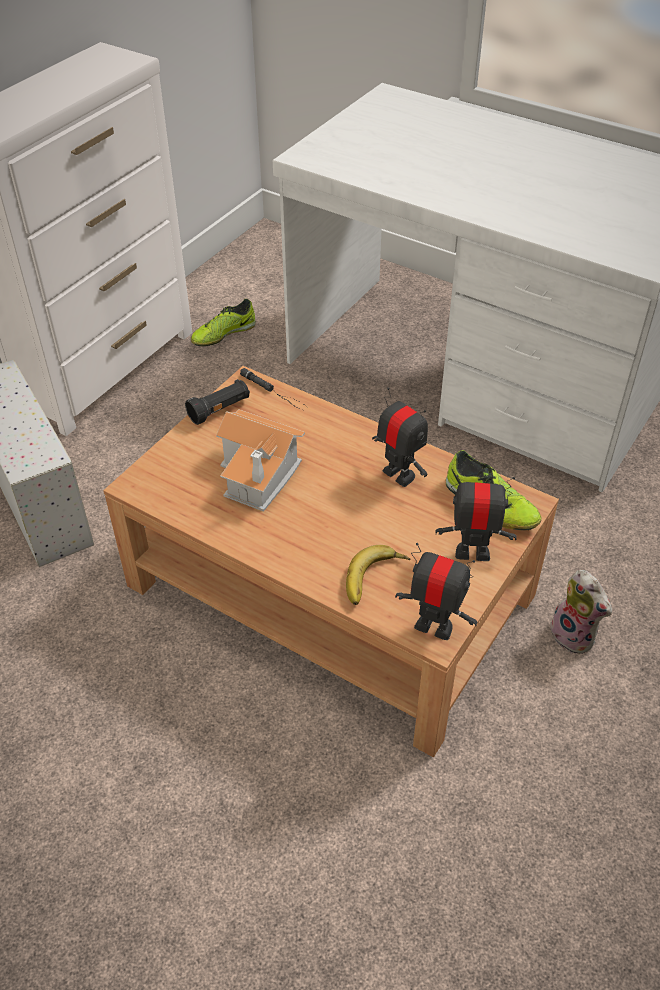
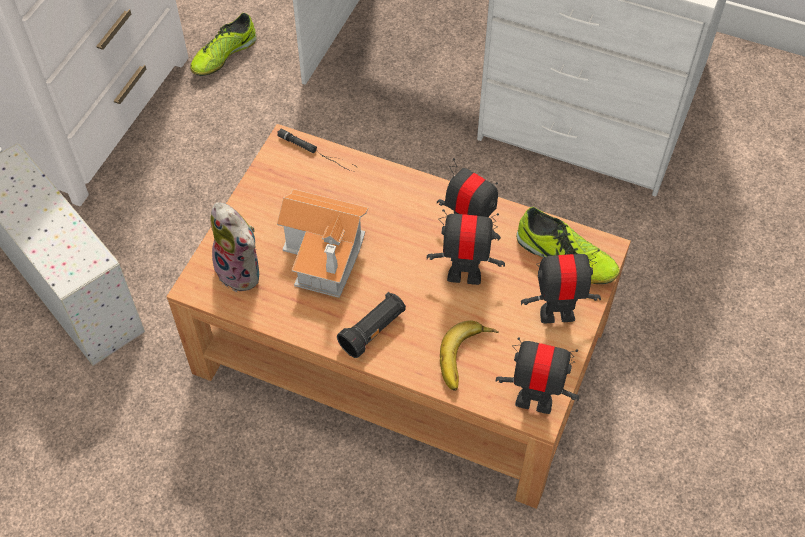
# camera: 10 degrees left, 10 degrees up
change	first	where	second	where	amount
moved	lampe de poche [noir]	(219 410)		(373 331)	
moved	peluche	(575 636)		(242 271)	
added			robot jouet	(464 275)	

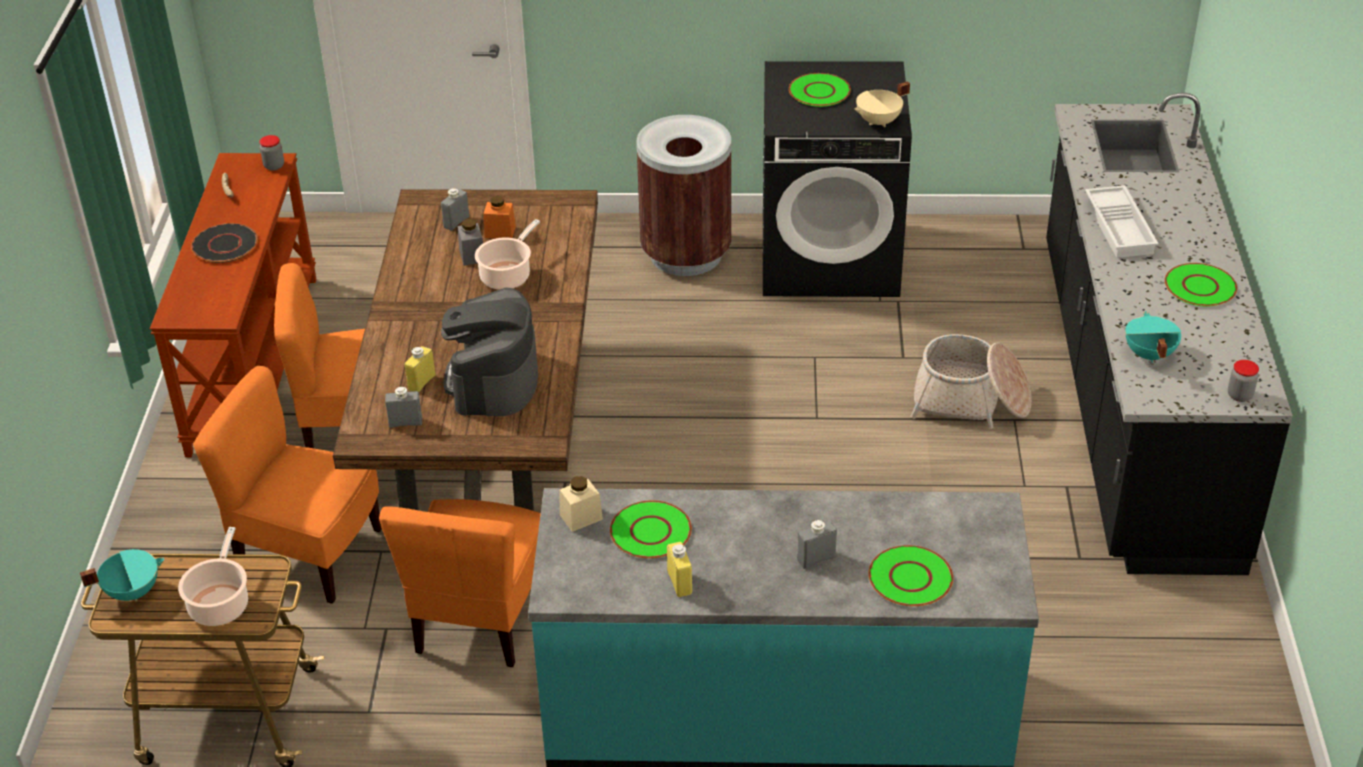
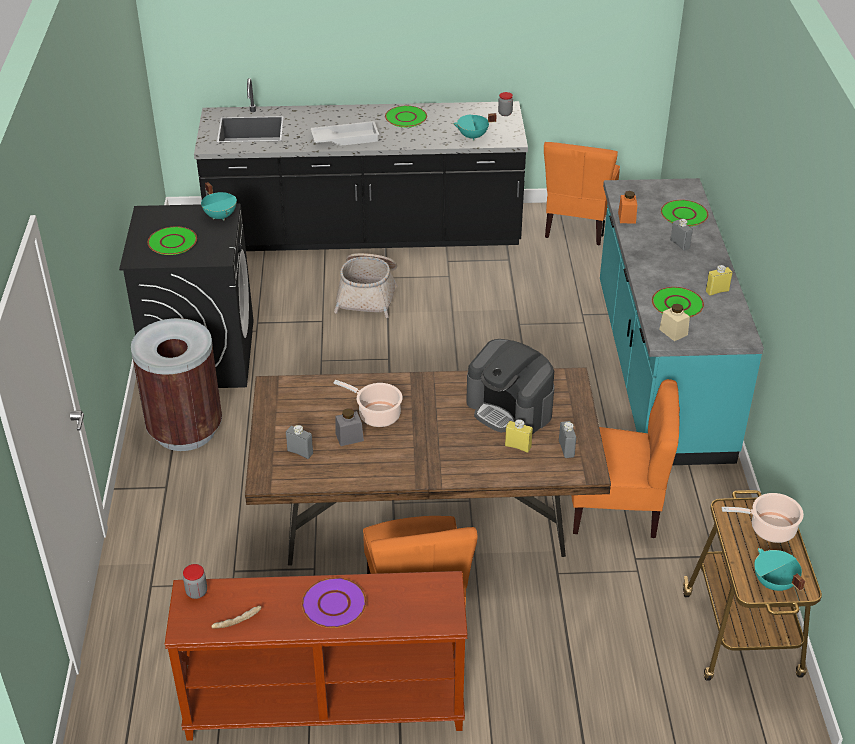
# camera: 95 degrees left, 0 degrees up
change	first	where	second	where	amount
recoloured	assiette [noir]	(224 245)	assiette [violet]	(334 604)	
moved	chaise [orange]	(309 554)		(577 225)	
turned	machine à café	(493 381)		(510 409)	45 degrees clockwise
moved	bocal [orange]	(500 232)		(627 217)	
recoloured	marmite [beige]	(879 122)	marmite [turquoise]	(221 216)	

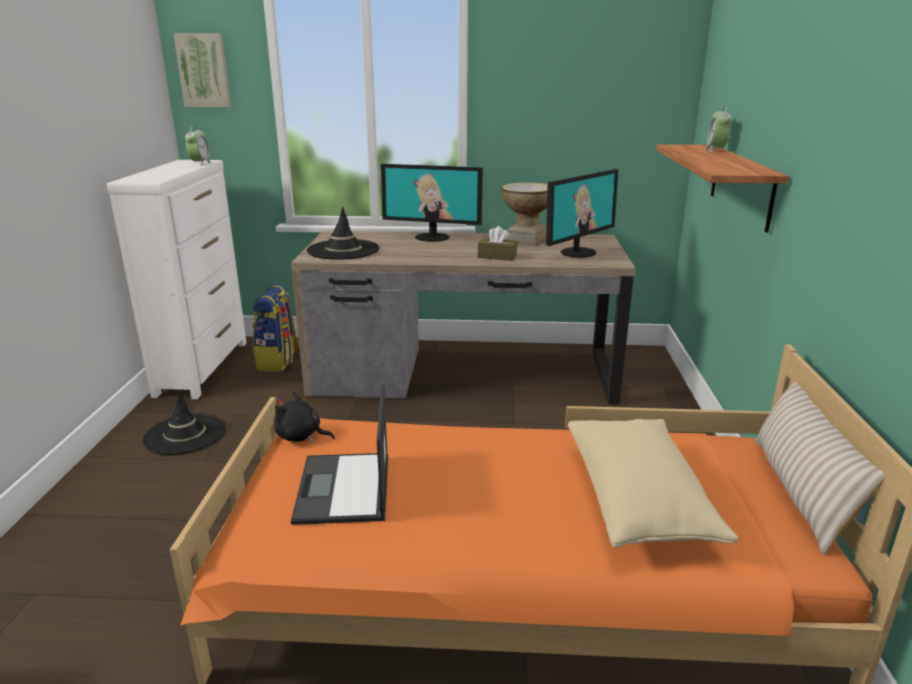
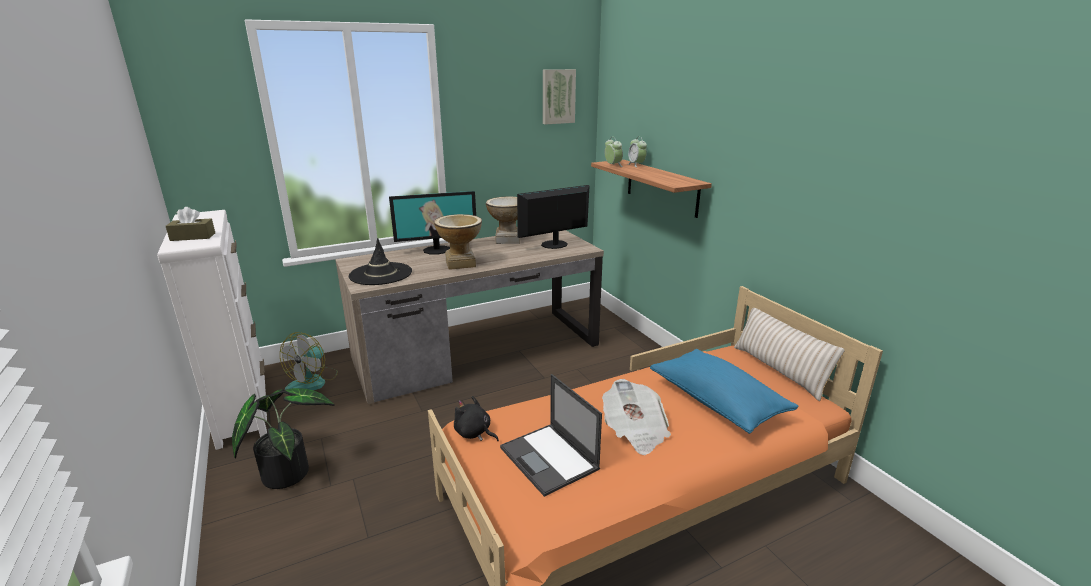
# camera: 30 degrees left, 0 degrees up
change	first	where	second	where	amount
replaced	chapeau [noir]	(185 434)	plante en pot	(288 470)	
moved	tableau	(204 70)		(558 96)	
moved	réveil	(200 163)		(613 165)	
replaced	sac à dos	(279 361)	ventilateur	(313 381)	
turned	peluche [noir]	(301 436)		(474 433)	45 degrees clockwise
moved	boîte à mouchoirs [marron]	(497 256)		(193 237)	
turned	écran d'ordinateur	(577 252)		(554 245)	135 degrees counterclockwise
recoloured	coussin [beige]	(637 500)	coussin [bleu]	(717 402)	
added			vase	(460 263)	
added			journal	(635 431)	

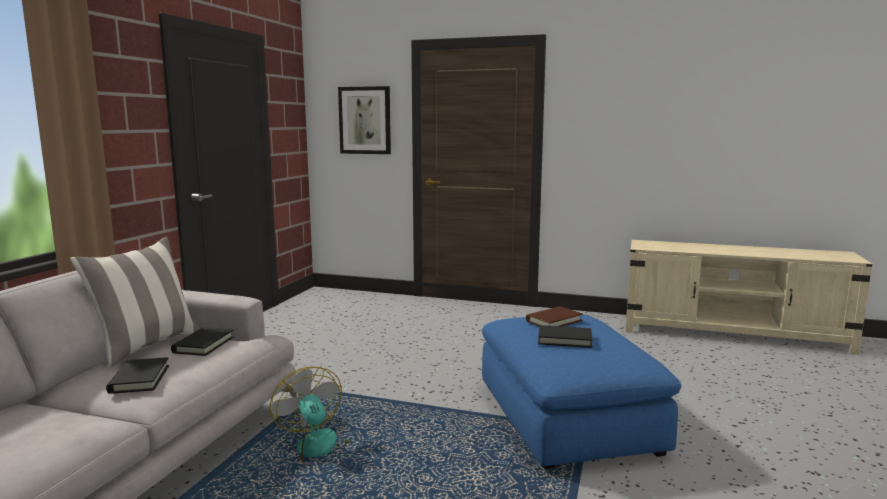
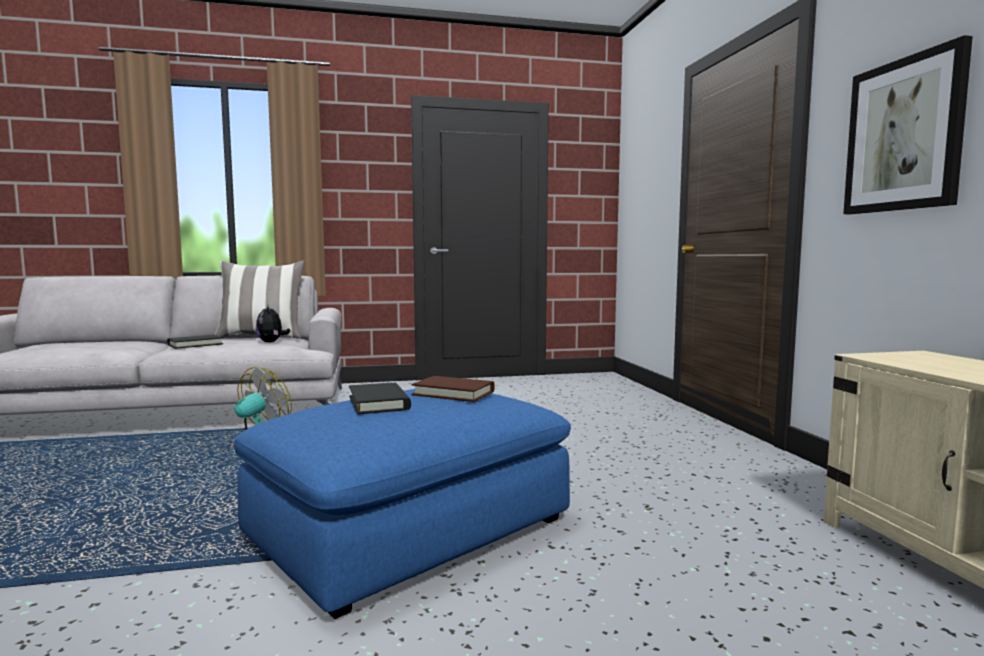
# camera: 60 degrees right, 5 degrees down
change	first	where	second	where	amount
replaced	livre [noir]	(203 345)	peluche	(271 342)	
moved	tableau	(365 120)		(904 135)	

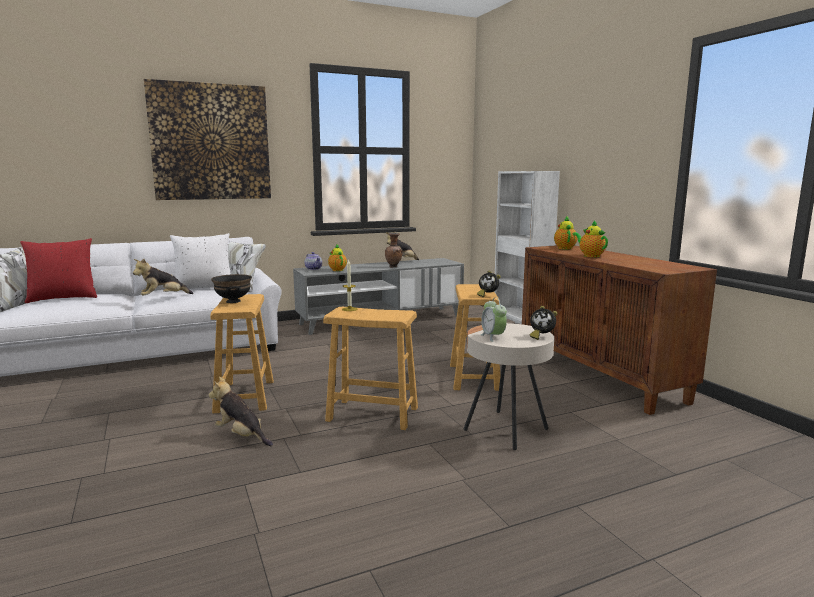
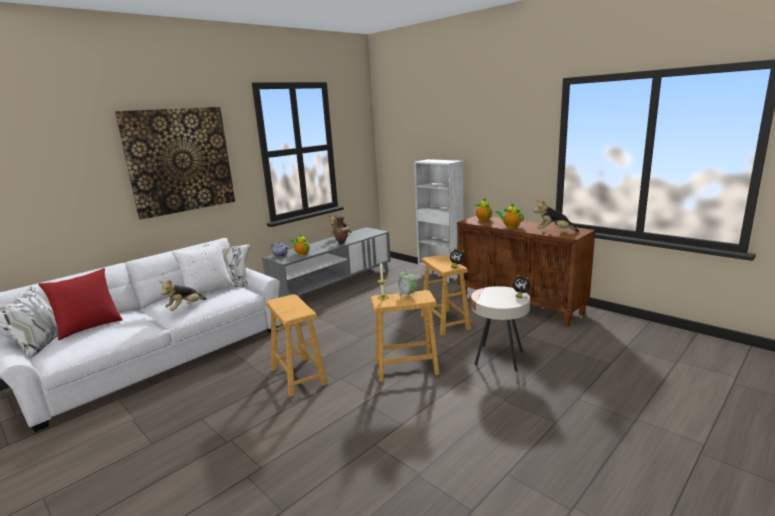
# camera: 20 degrees left, 5 degrees up
change	first	where	second	where	amount
moved	peluche	(241 436)		(554 232)	
removed	bol [noir]	(232 301)			
moved	réveil	(493 337)		(407 295)	

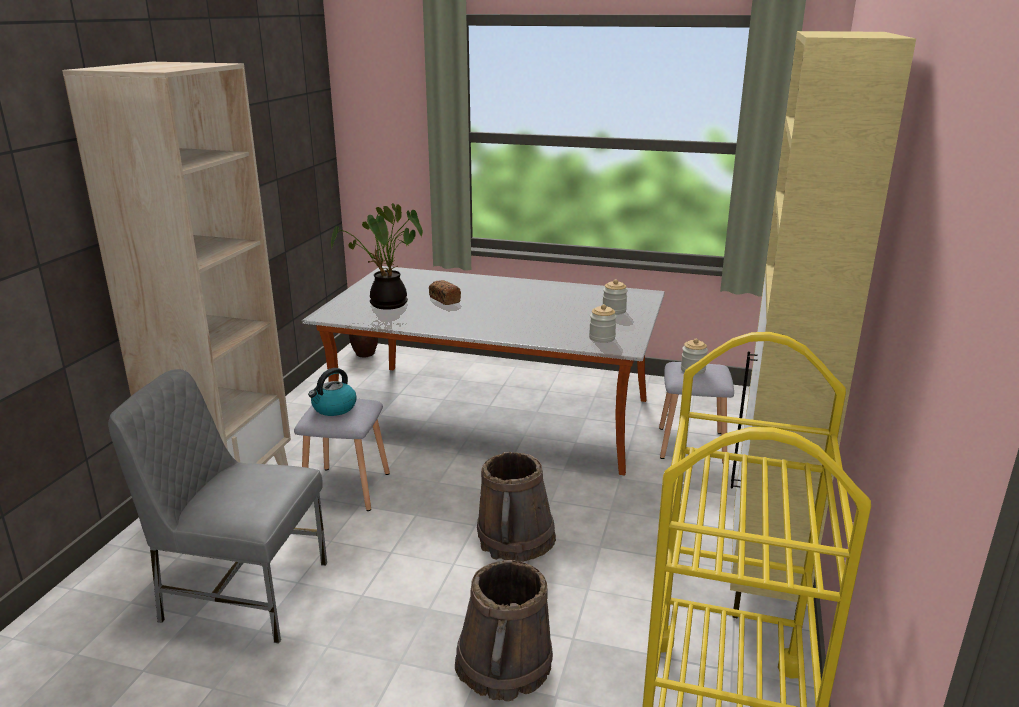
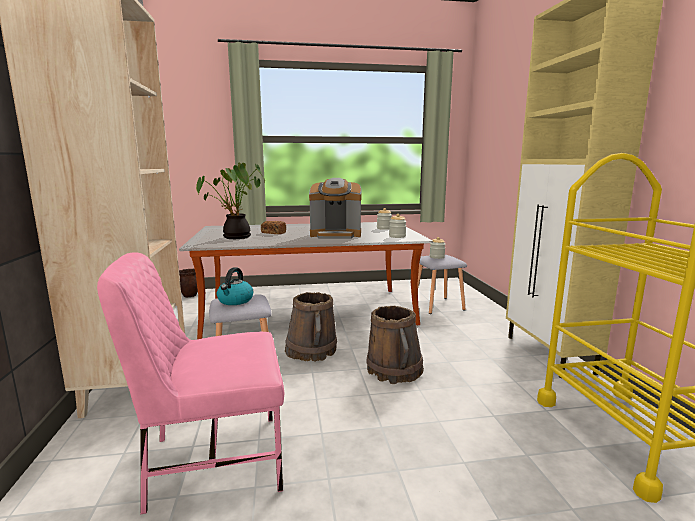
# camera: 25 degrees left, 10 degrees down
change	first	where	second	where	amount
recoloured	chaise [gris]	(242 592)	chaise [rose]	(213 461)	
moved	seau [marron]	(504 665)		(311 350)	
added			machine à café	(336 235)	

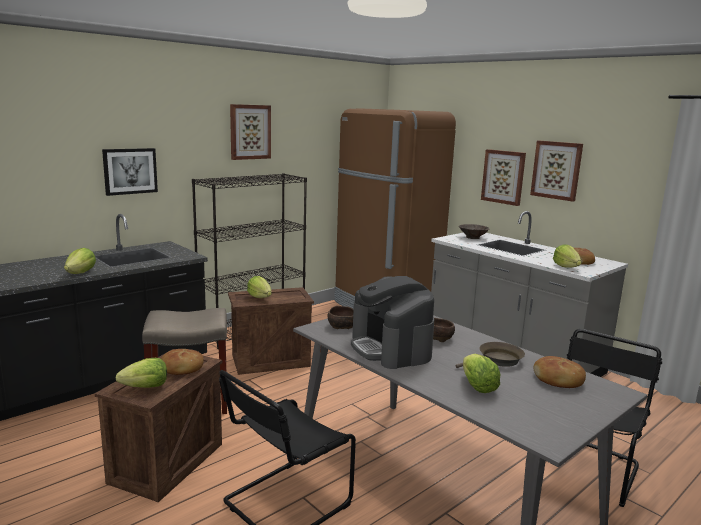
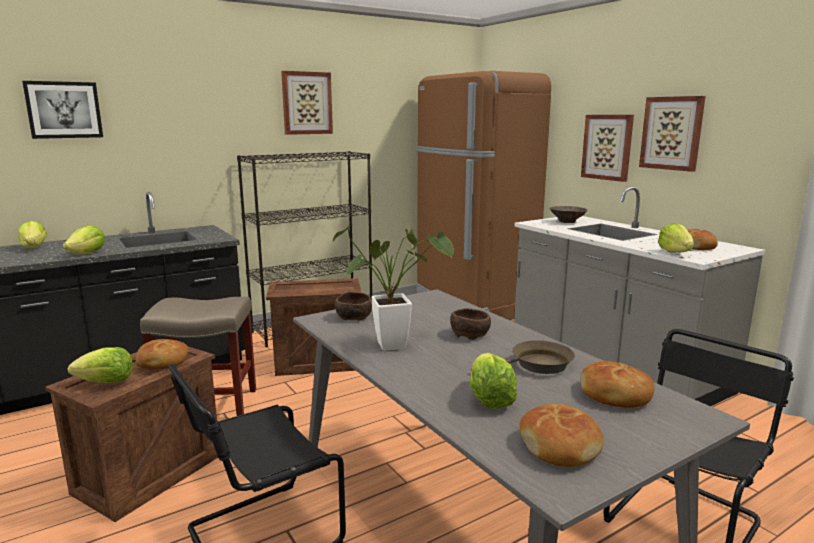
# camera: 10 degrees right, 0 degrees up
change	first	where	second	where	amount
moved	tableau	(130 171)		(64 110)	
moved	laitue	(260 297)		(34 248)	
replaced	machine à café	(391 348)	plante en pot	(399 345)	
added			pain	(560 446)	

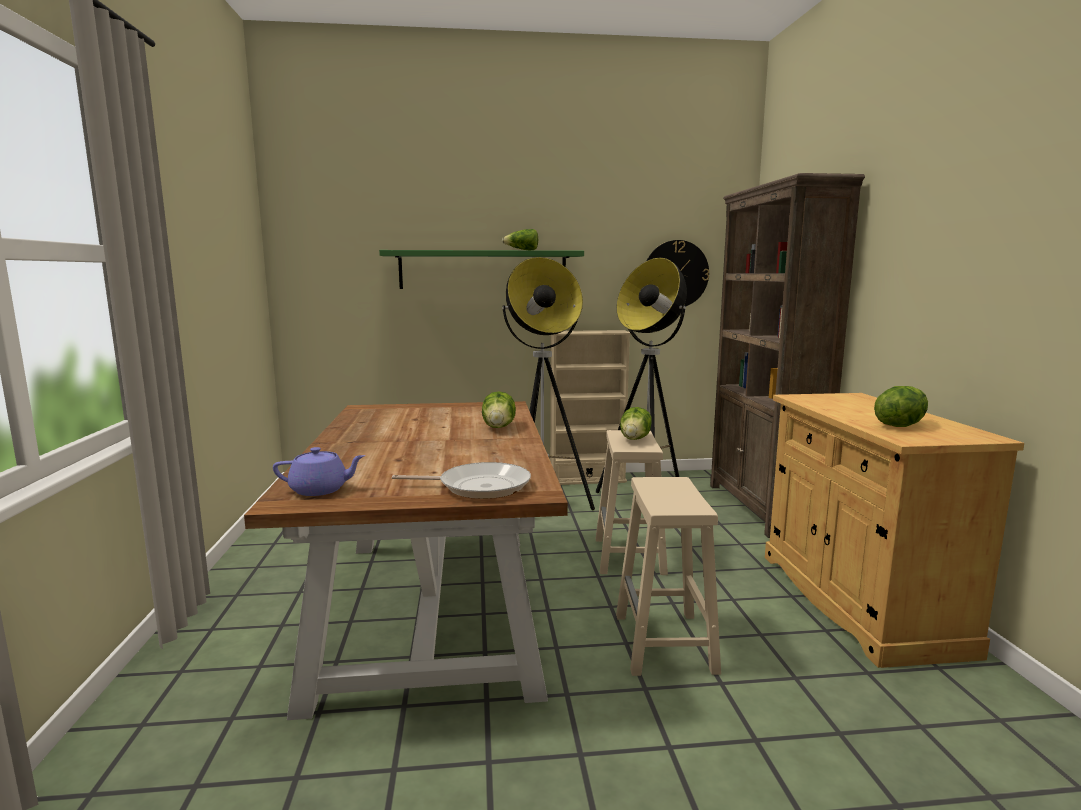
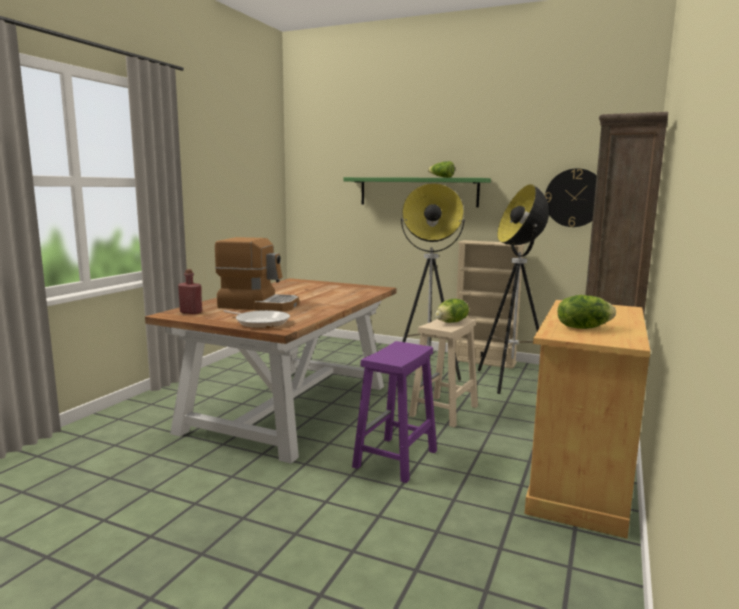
# camera: 30 degrees right, 0 degrees up
change	first	where	second	where	amount
replaced	théière [violet]	(320 490)	bouteille [rouge]	(191 312)	
removed	laitue	(499 427)			
recoloured	tabouret [beige]	(665 643)	tabouret [violet]	(395 459)	
added			machine à café	(259 305)	

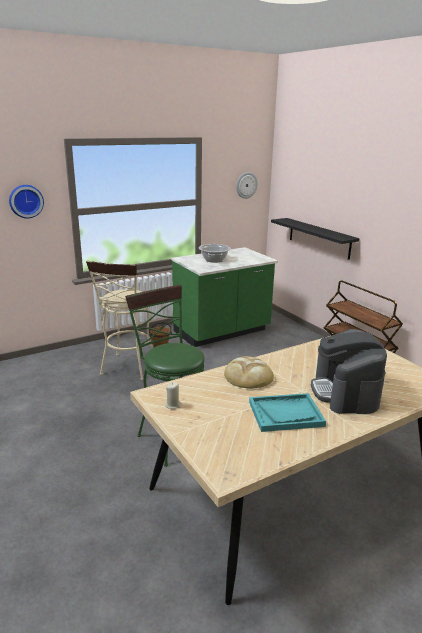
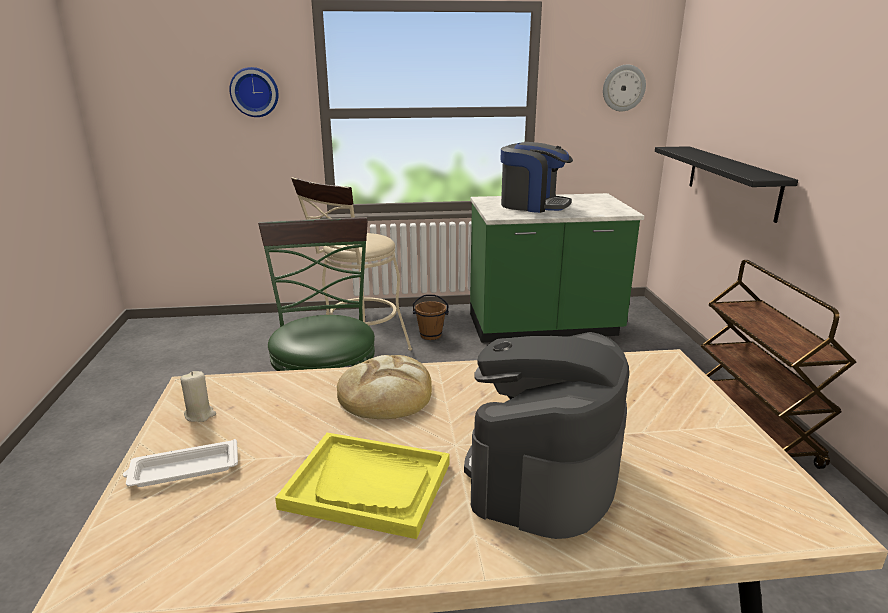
# camera: 25 degrees right, 0 degrees up
change	first	where	second	where	amount
replaced	marmite	(214 260)	machine à café	(533 205)	
recoloured	plateau [turquoise]	(286 414)	plateau [jaune]	(368 485)	
added			plateau [blanc]	(183 470)	

